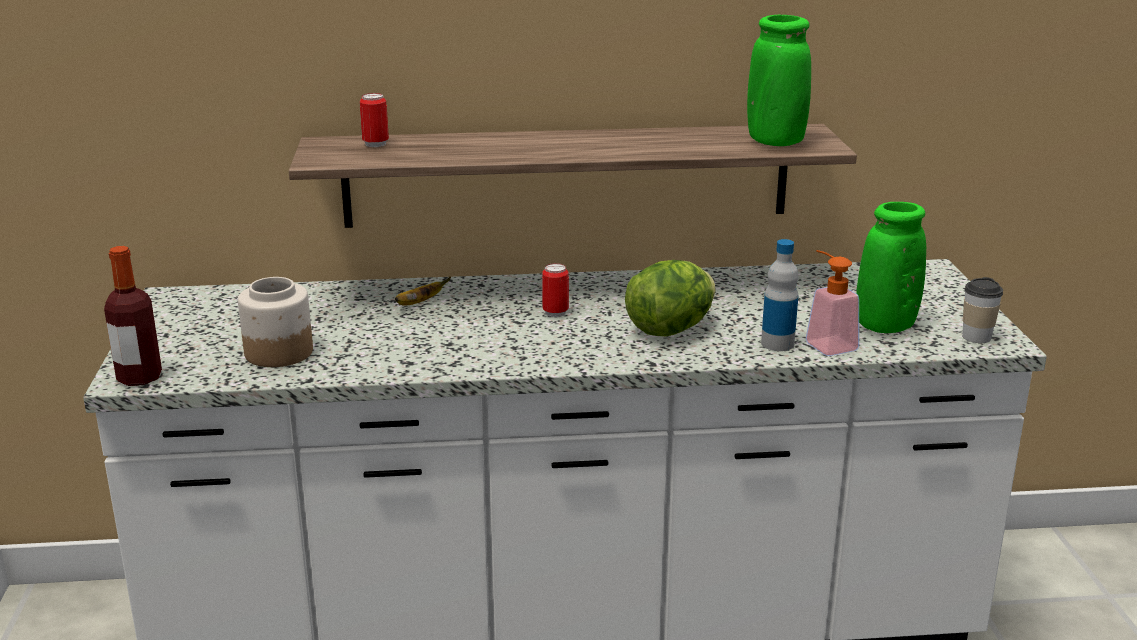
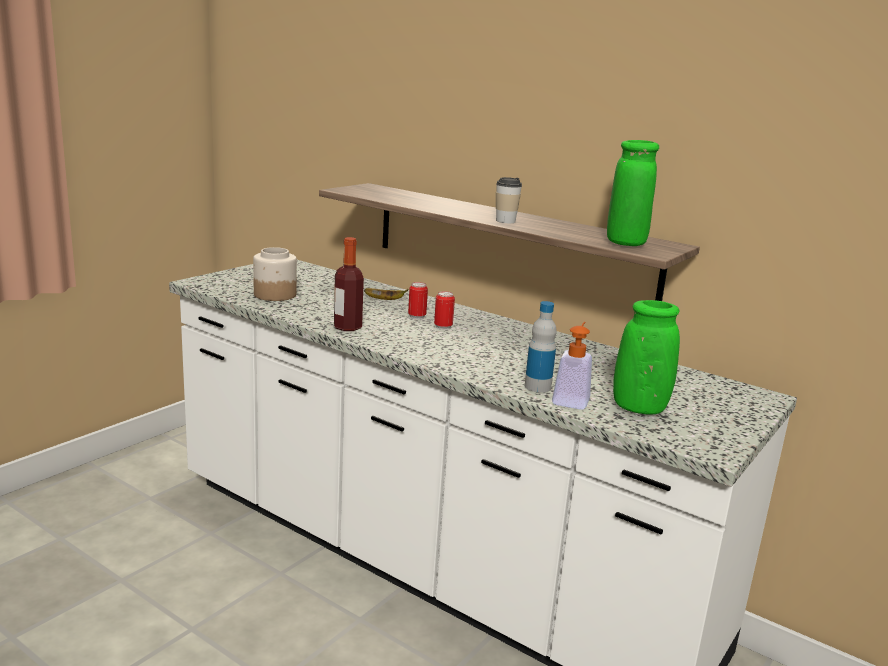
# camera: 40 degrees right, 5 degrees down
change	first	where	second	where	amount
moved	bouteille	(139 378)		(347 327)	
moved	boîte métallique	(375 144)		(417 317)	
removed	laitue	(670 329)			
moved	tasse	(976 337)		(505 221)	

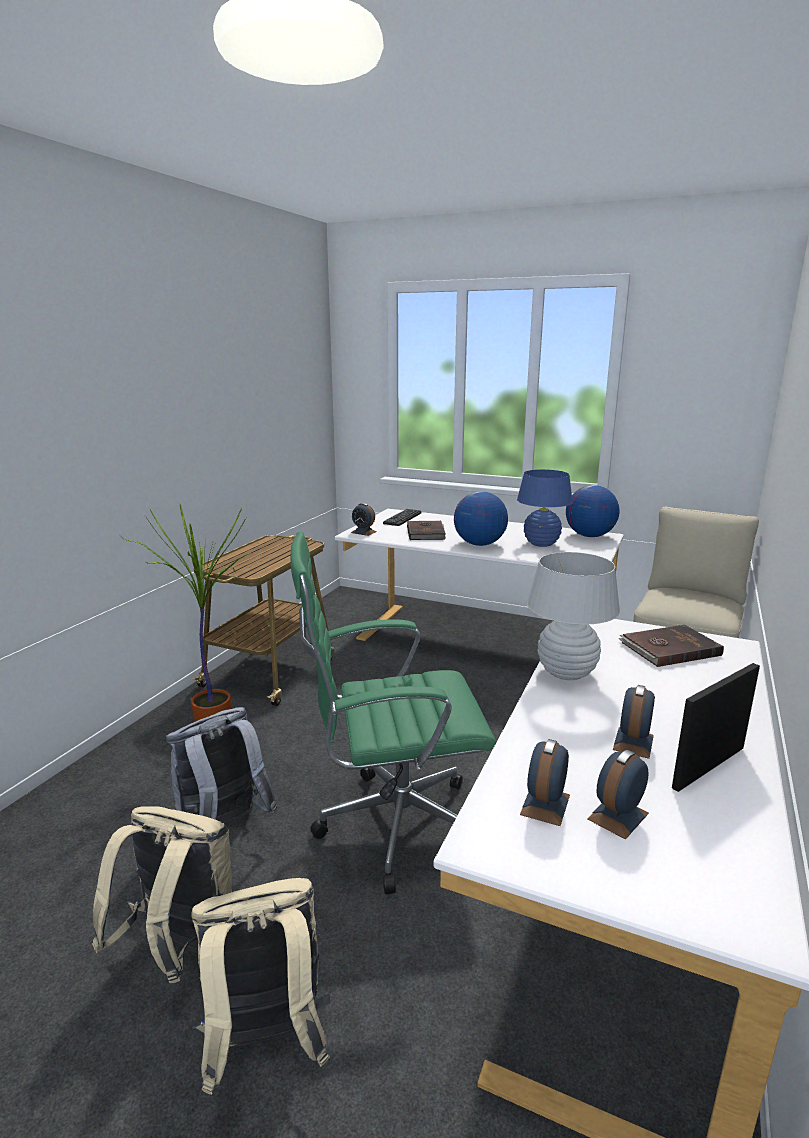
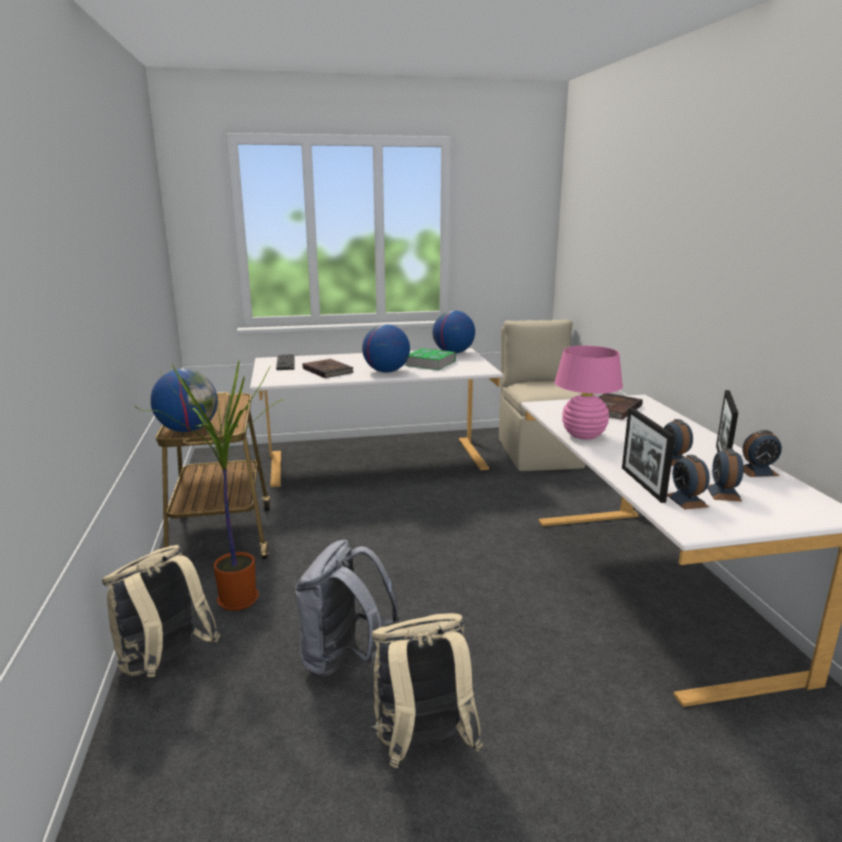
# camera: 35 degrees left, 0 degrees up
change	first	where	second	where	amount
moved	sac à dos [beige]	(266 1043)		(165 665)	
removed	chaise de bureau [vert]	(392 826)			
moved	réveil	(363 532)		(757 471)	
replaced	lampe de table [bleu]	(541 544)	livre	(430 363)	
recoloured	lampe de table [blanc]	(566 672)	lampe de table [rose]	(583 435)	
added			globe	(188 430)	
added			cadre photo	(642 484)	

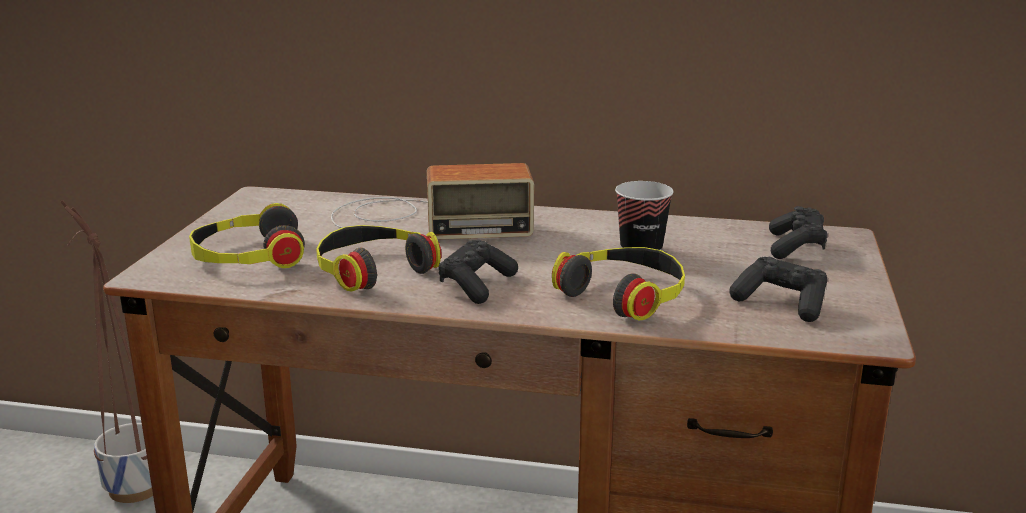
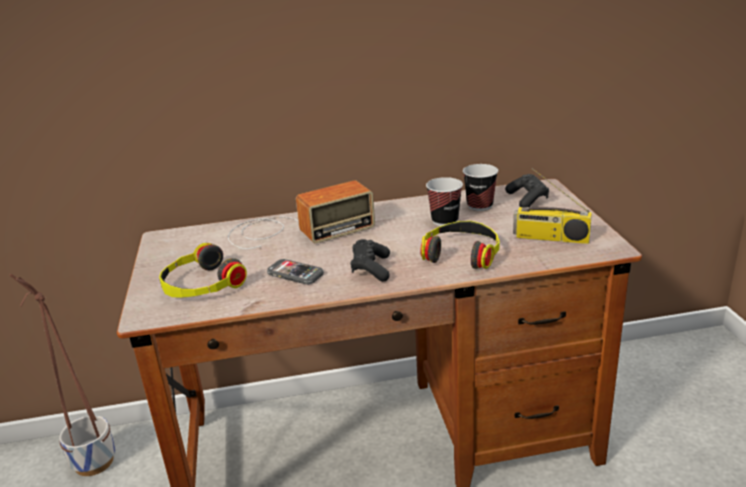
# camera: 20 degrees left, 5 degrees up
change	first	where	second	where	amount
replaced	casque audio	(373 269)	téléphone	(295 273)	
replaced	manette [noir]	(781 303)	radio	(550 238)	
added			tasse	(480 206)	

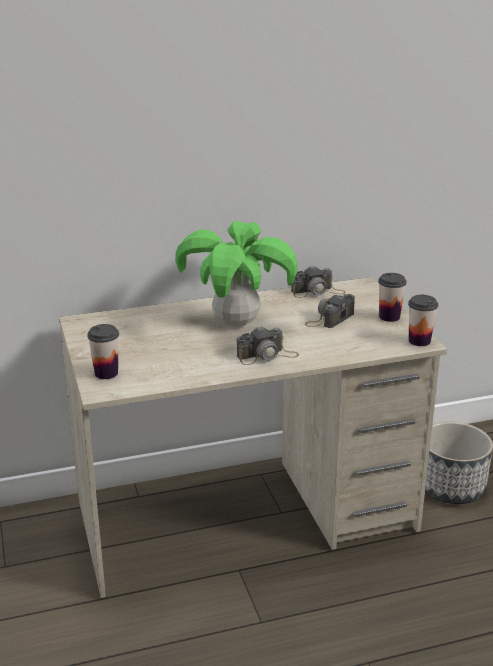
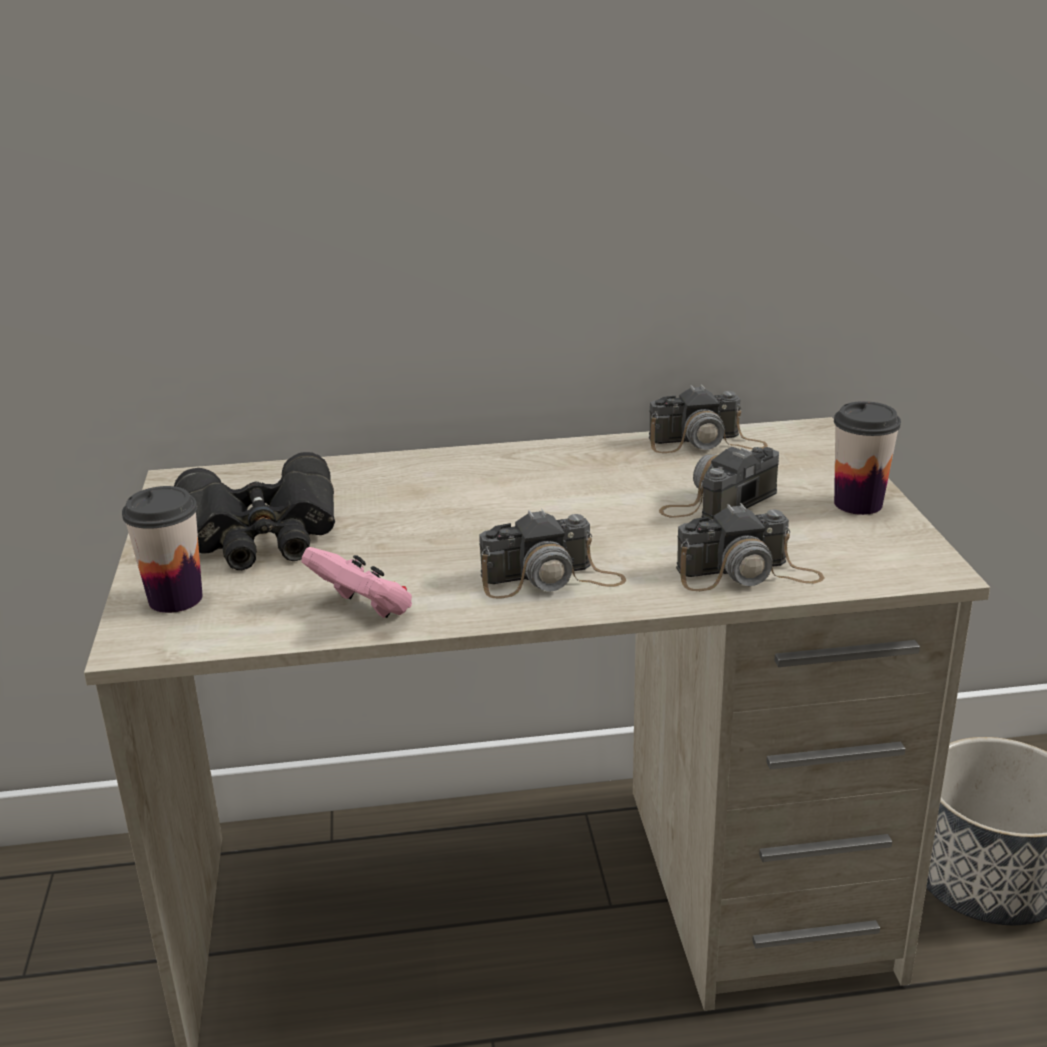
# camera: 10 degrees right, 0 degrees up
change	first	where	second	where	amount
removed	plante en pot	(237 323)			
removed	tasse	(419 341)			
added			jumelles [noir]	(263 534)	
added			manette [rose]	(363 609)	
added			appareil photo	(748 574)	

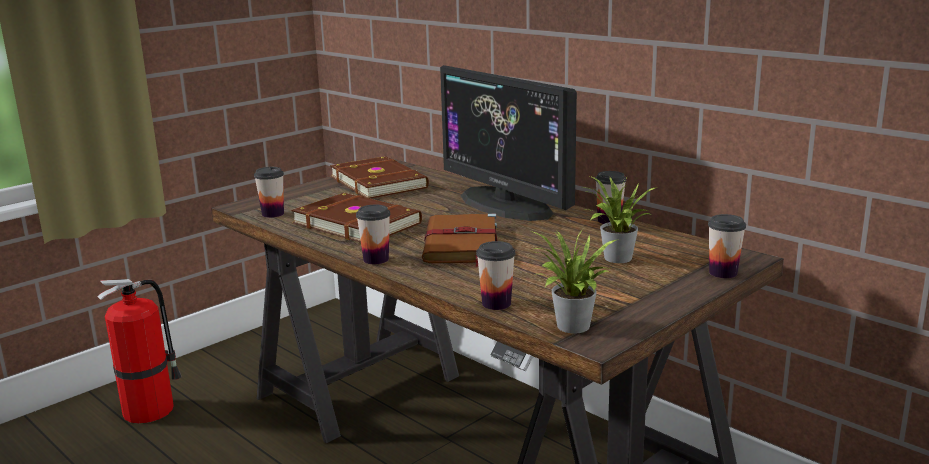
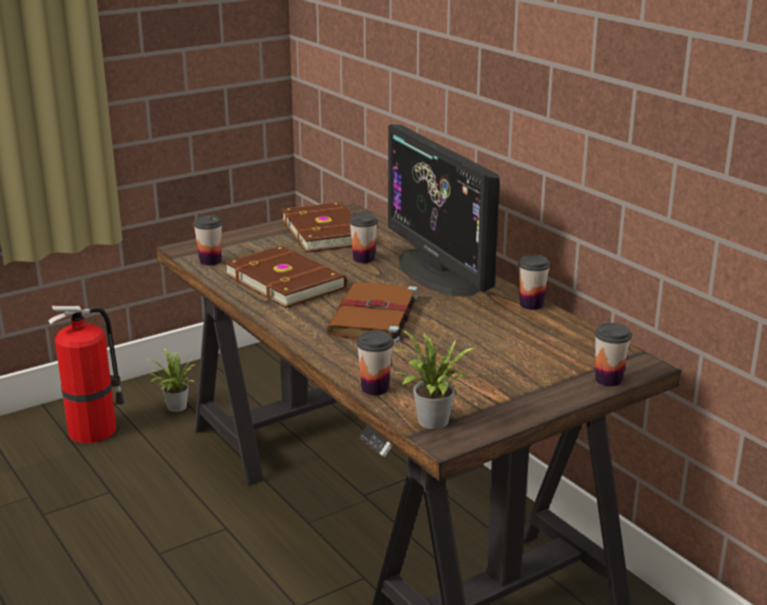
# camera: 10 degrees right, 5 degrees up
change	first	where	second	where	amount
moved	tasse	(376 259)		(363 259)	
moved	plante en pot	(615 259)		(174 408)	

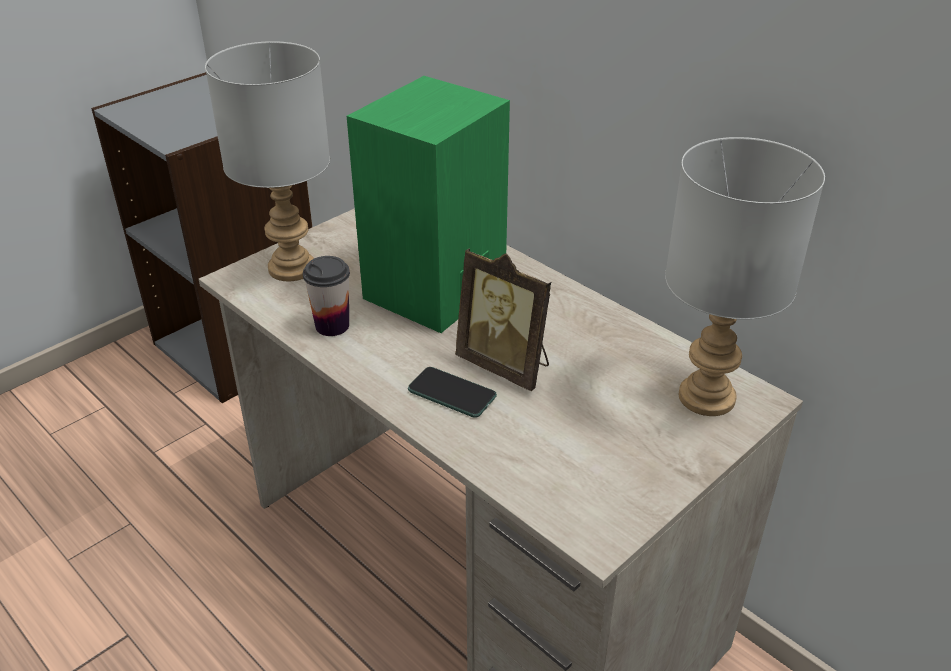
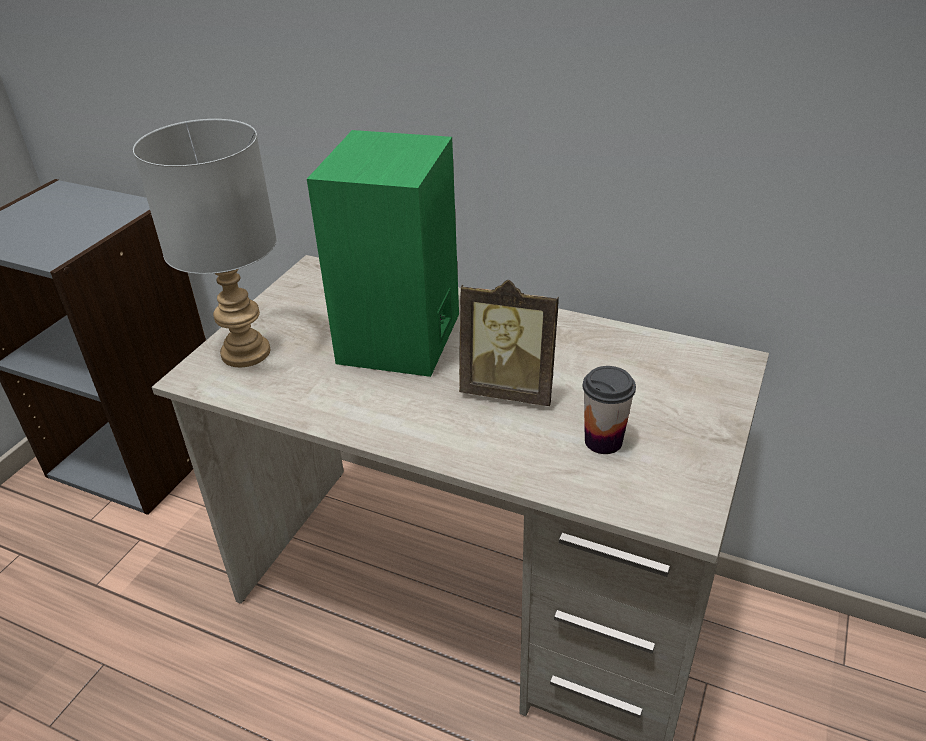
# camera: 20 degrees left, 0 degrees up
change	first	where	second	where	amount
moved	tasse	(332 326)		(603 441)	
removed	téléphone	(452 393)			
removed	lampe de table [gris]	(704 397)			

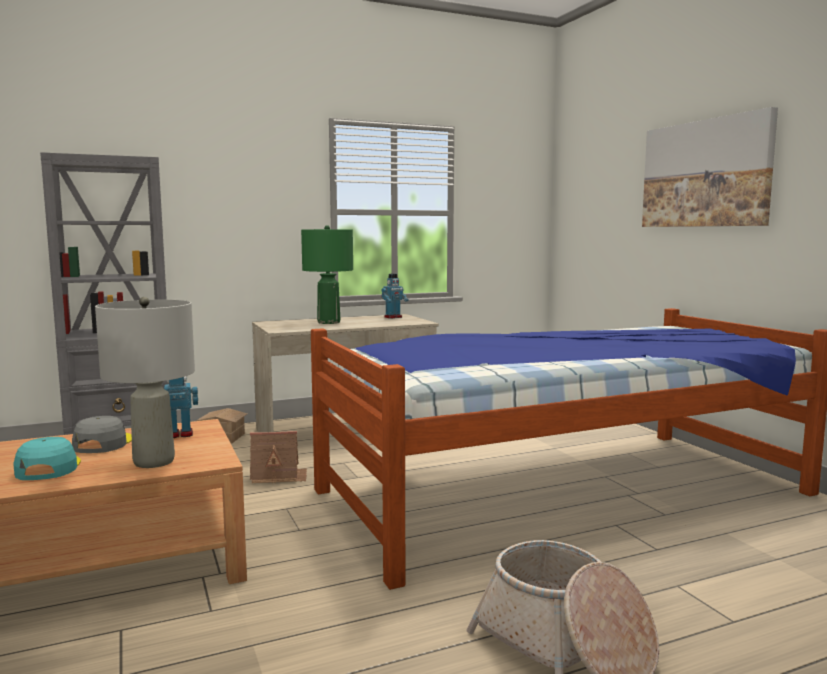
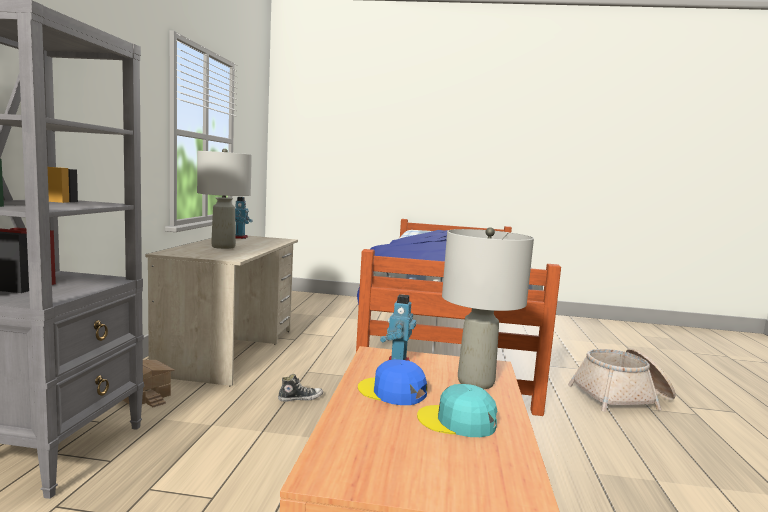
# camera: 60 degrees left, 0 degrees up
change	first	where	second	where	amount
recoloured	casquette [gris]	(103 443)	casquette [bleu]	(392 392)	
replaced	maison miniature	(278 476)	chaussure	(300 398)	
recoloured	lampe de table [vert]	(328 322)	lampe de table [gris]	(223 247)	
removed	tableau	(705 174)			

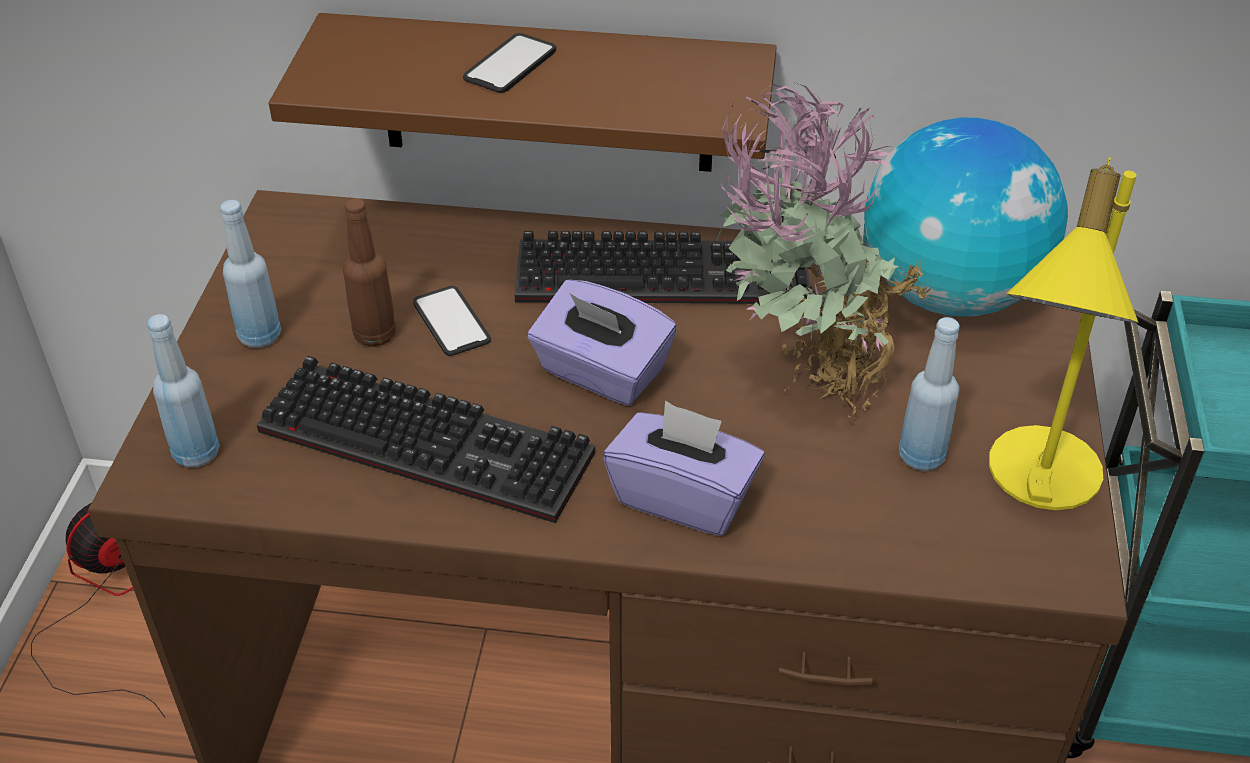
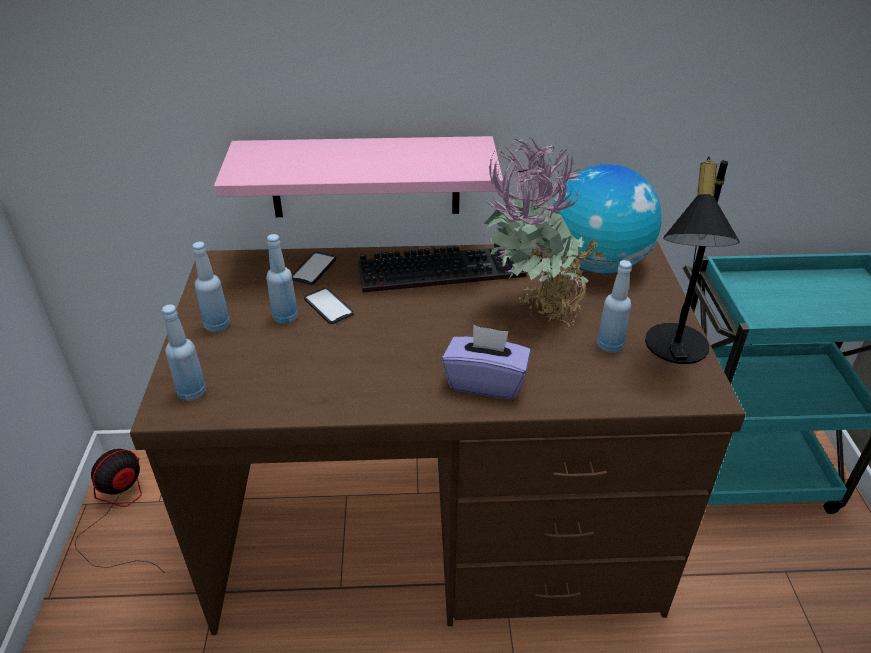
# camera: 10 degrees left, 5 degrees down
change	first	where	second	where	amount
removed	clavier	(433 440)			
recoloured	étagère [marron]	(546 94)	étagère [rose]	(365 177)	
recoloured	bouteille [marron]	(375 334)	bouteille [bleu]	(285 317)	
moved	téléphone	(510 65)		(313 269)	
removed	boîte à mouchoirs [violet]	(601 373)			
recoloured	lampe de table [jaune]	(1033 481)	lampe de table [noir]	(673 351)	

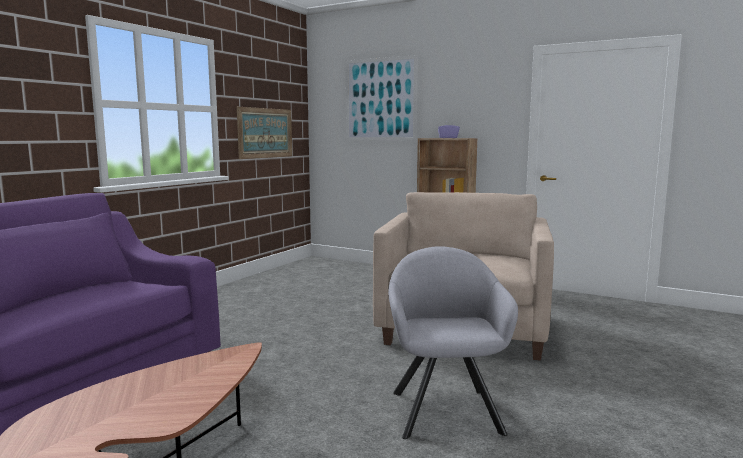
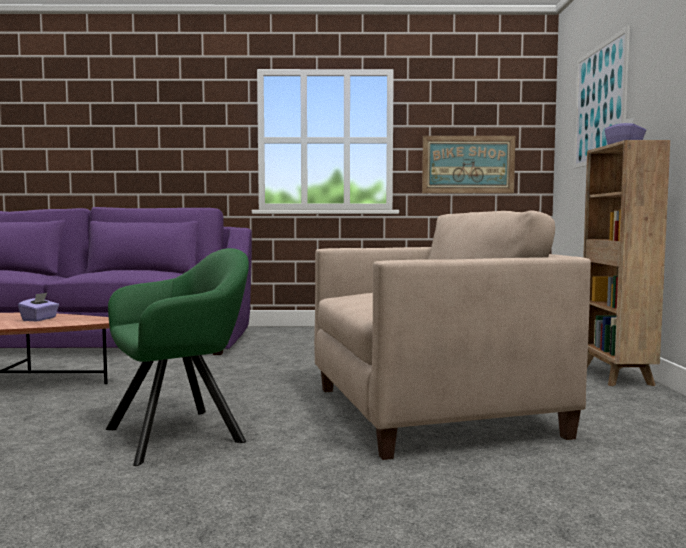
# camera: 60 degrees right, 5 degrees down
change	first	where	second	where	amount
recoloured	fauteuil [gris]	(445 408)	fauteuil [vert]	(183 433)	
added			boîte à mouchoirs [violet]	(39 319)	

